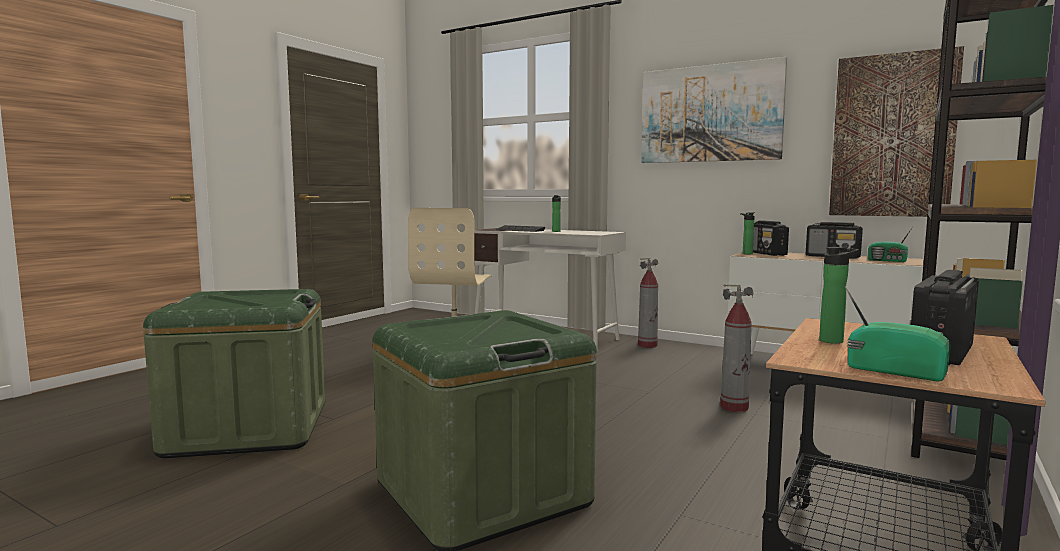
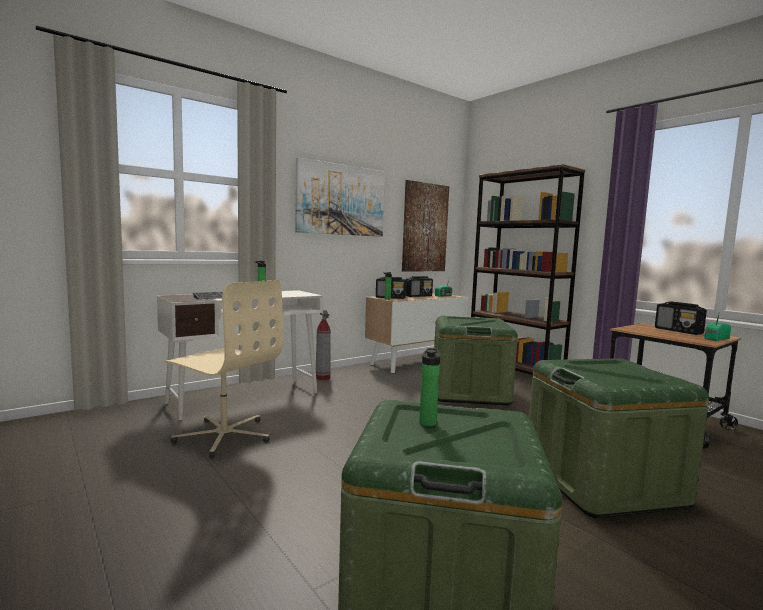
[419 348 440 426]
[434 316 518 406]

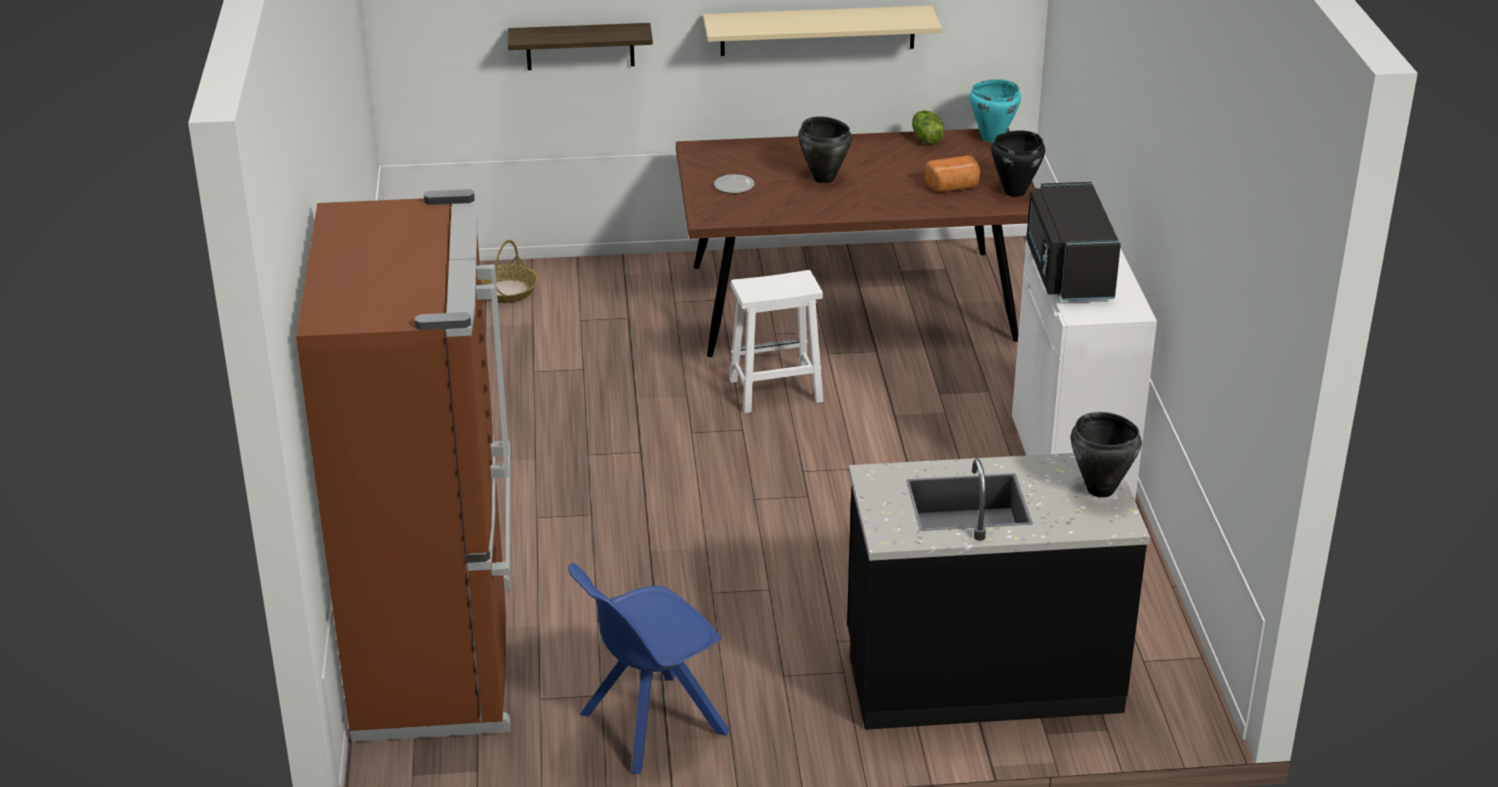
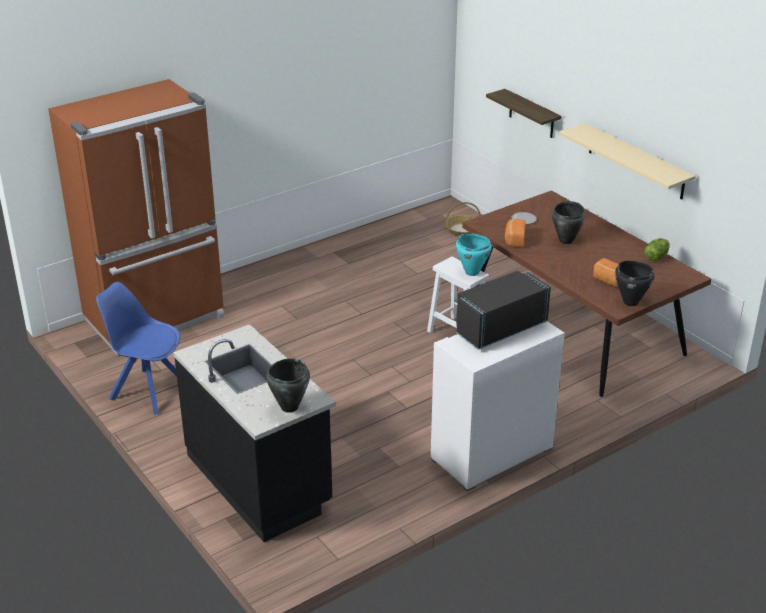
[456 233 492 276]
[505 219 526 247]

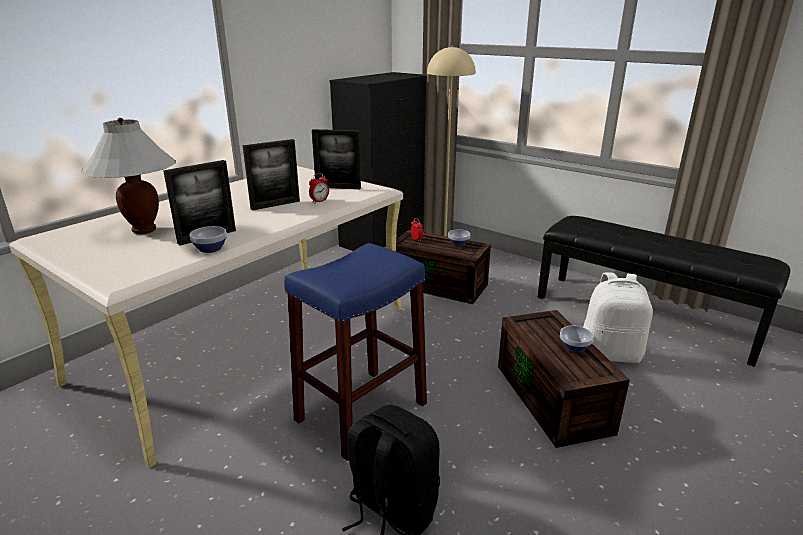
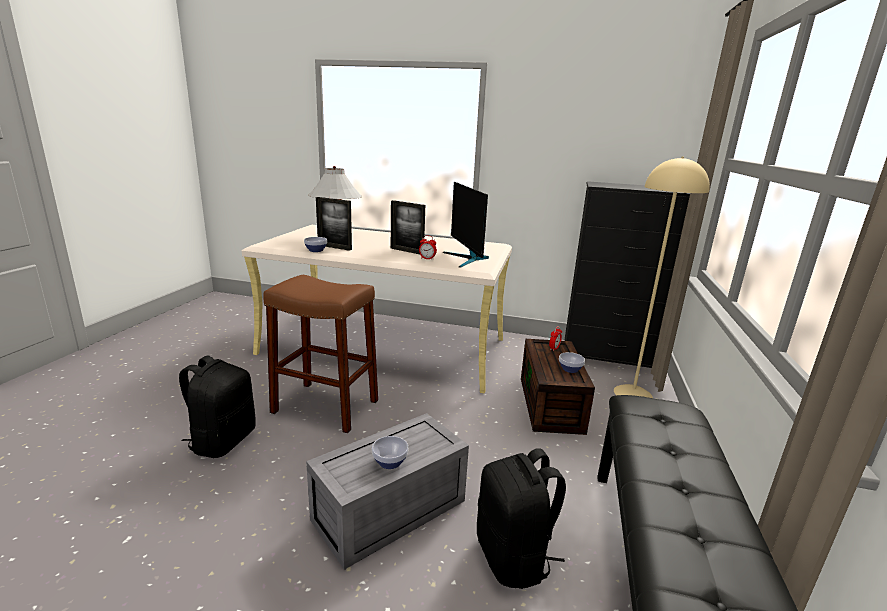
[442 182 489 267]
[263 275 378 433]
[477 448 566 589]
[306 413 469 570]

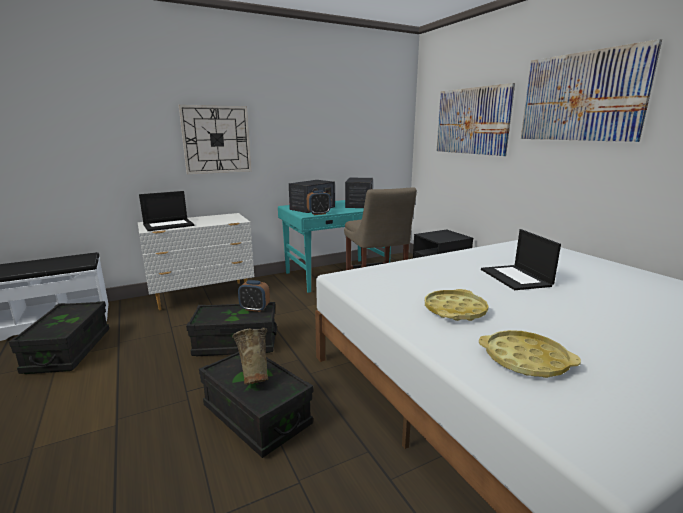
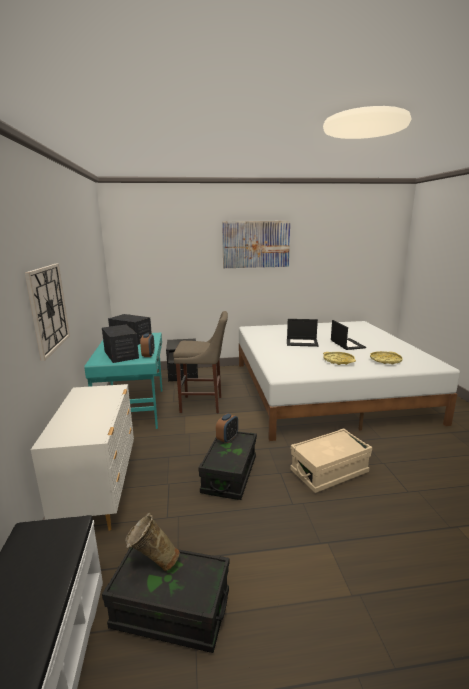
[437 83 515 156] (first image)
[331 320 366 350]
[125 513 180 571]
[291 428 372 493]

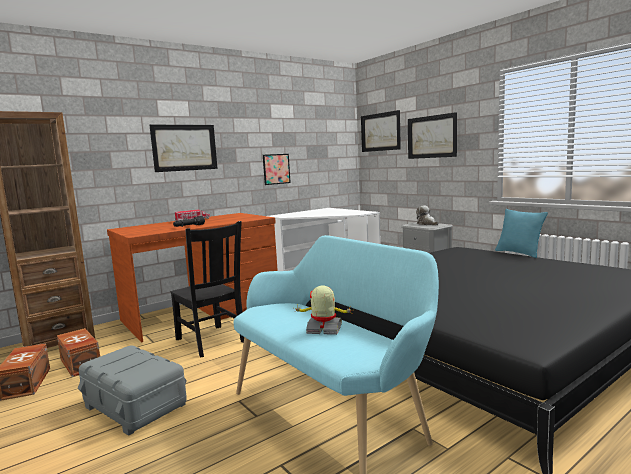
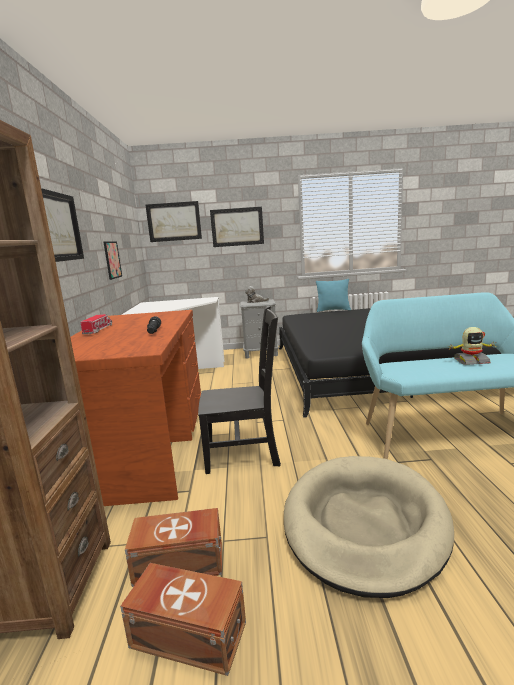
[450 327 496 365]
[284 456 454 598]

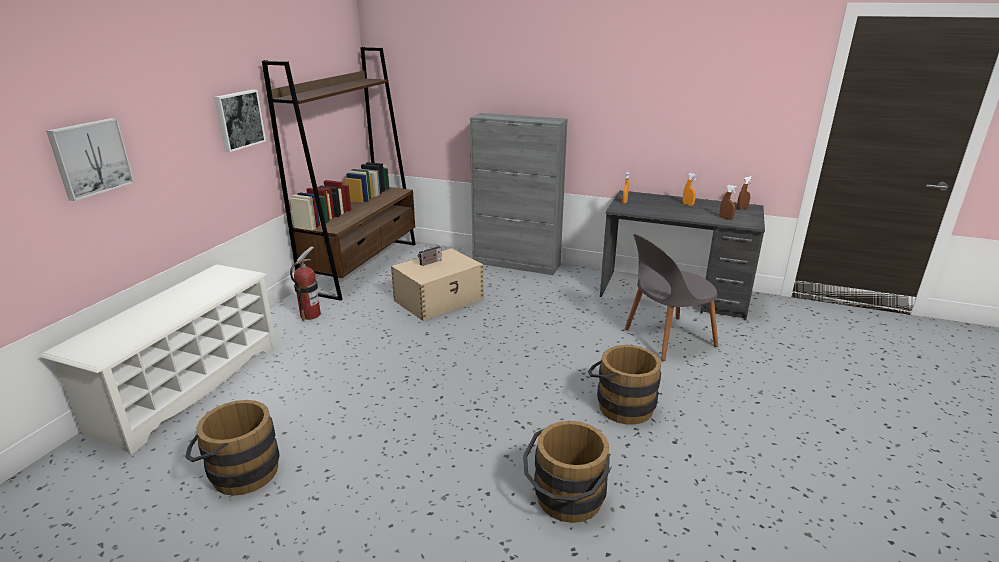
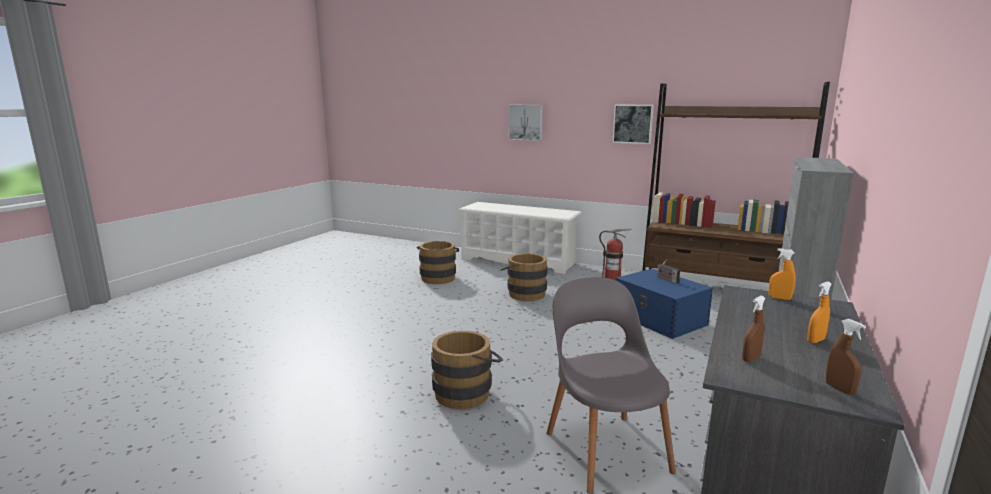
[616 269 713 339]
[501 253 548 301]

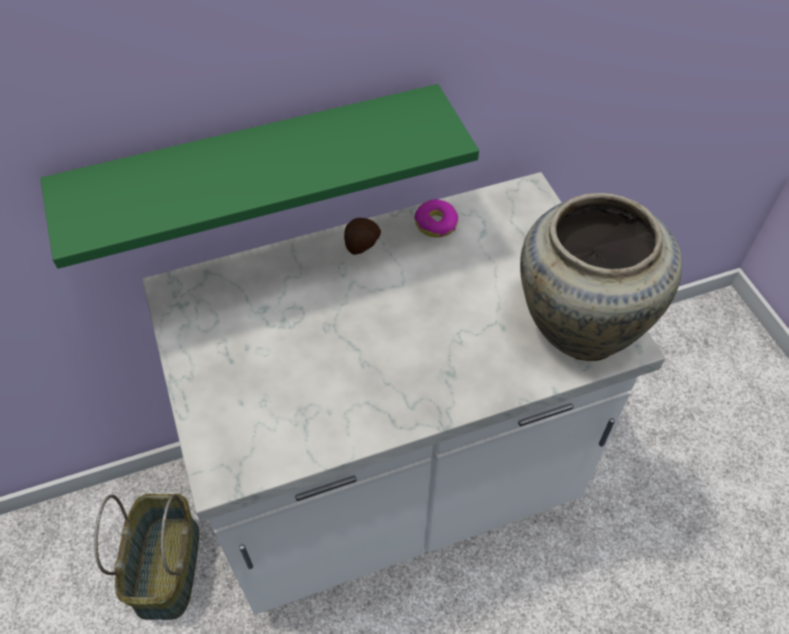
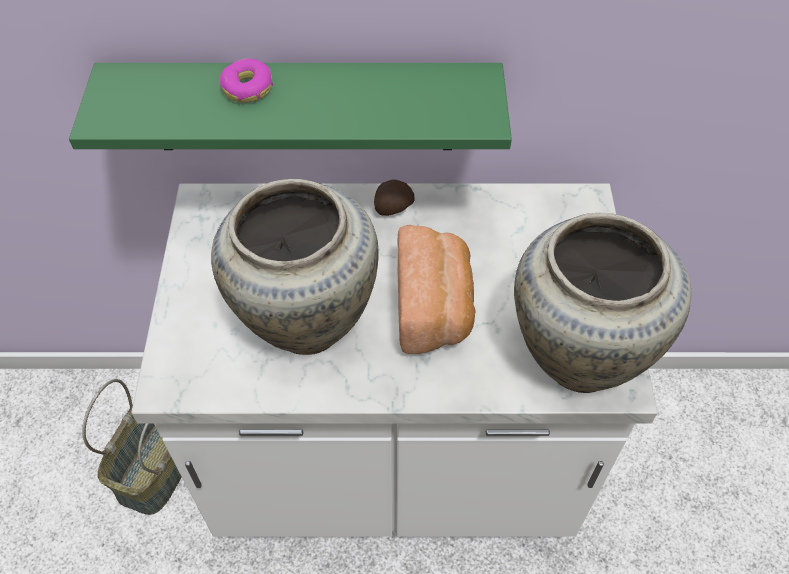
[220 59 273 102]
[211 179 379 355]
[397 225 476 354]

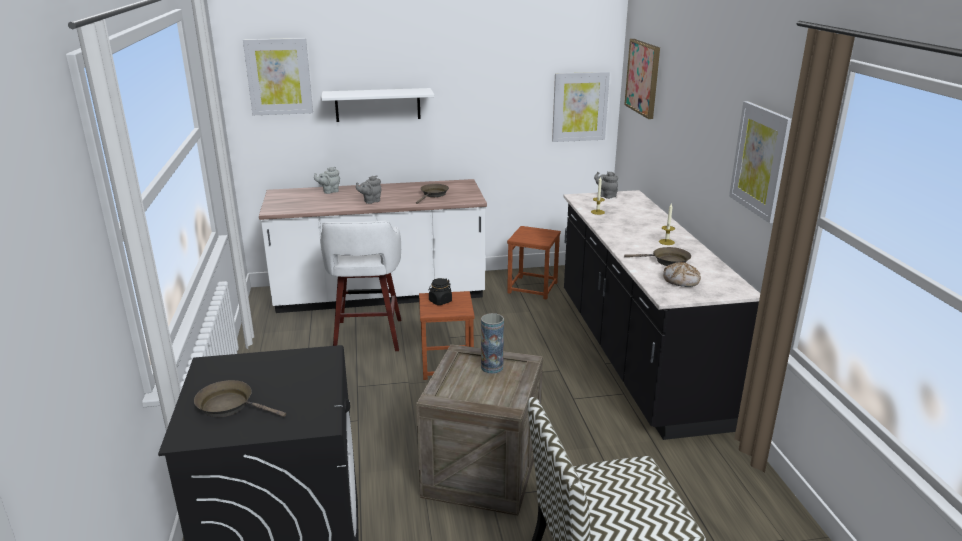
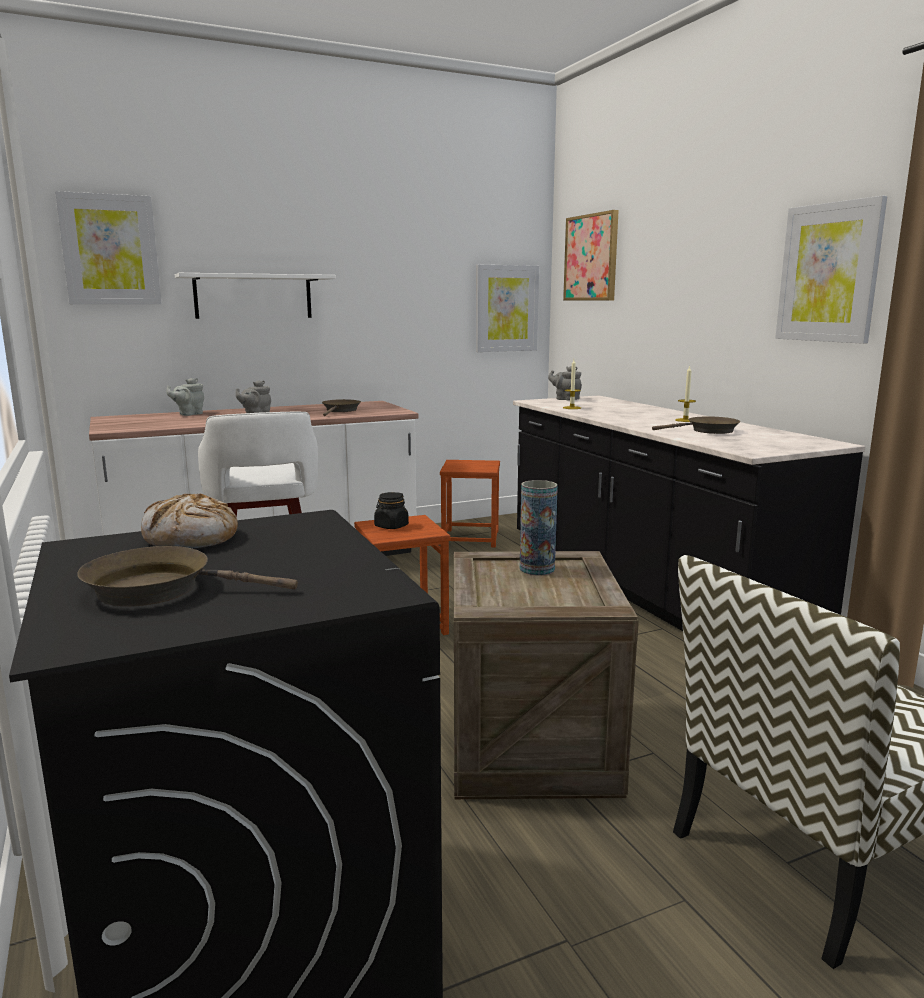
[141 494 238 549]

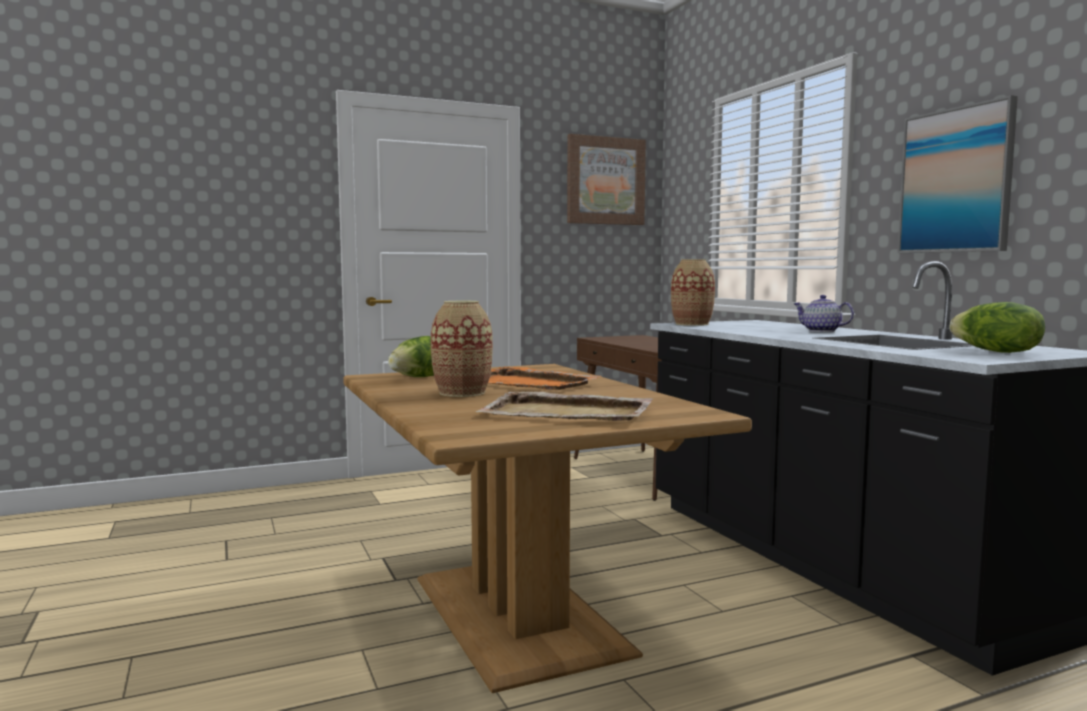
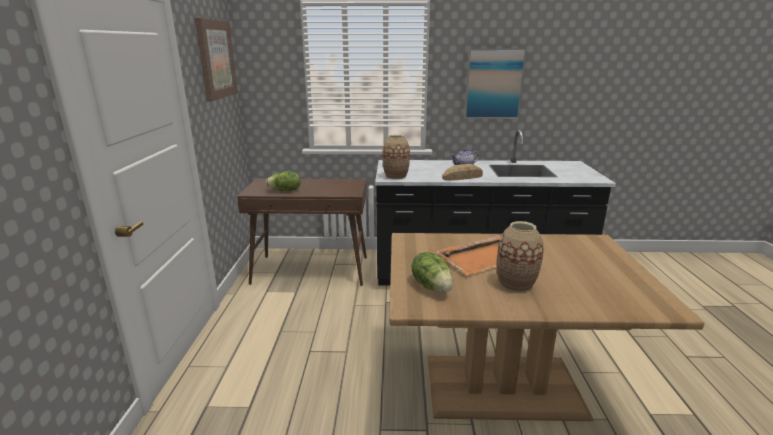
[266 171 301 191]
[476 392 653 421] (first image)
[442 164 483 180]

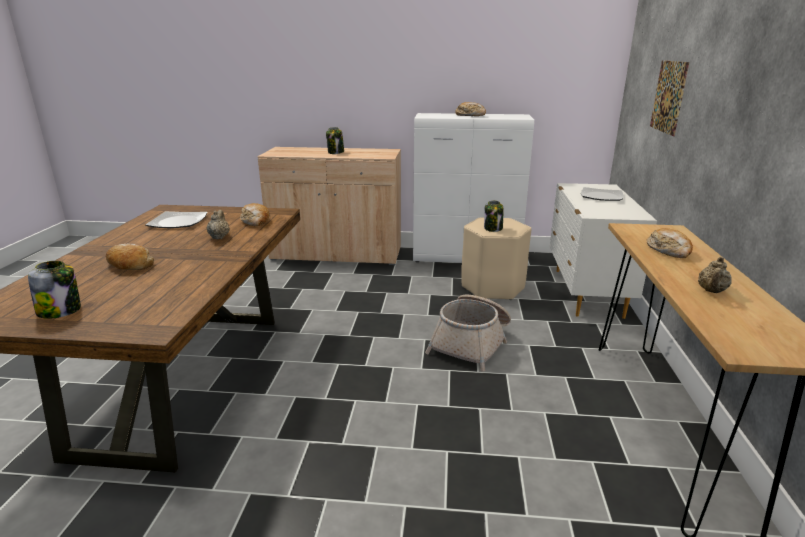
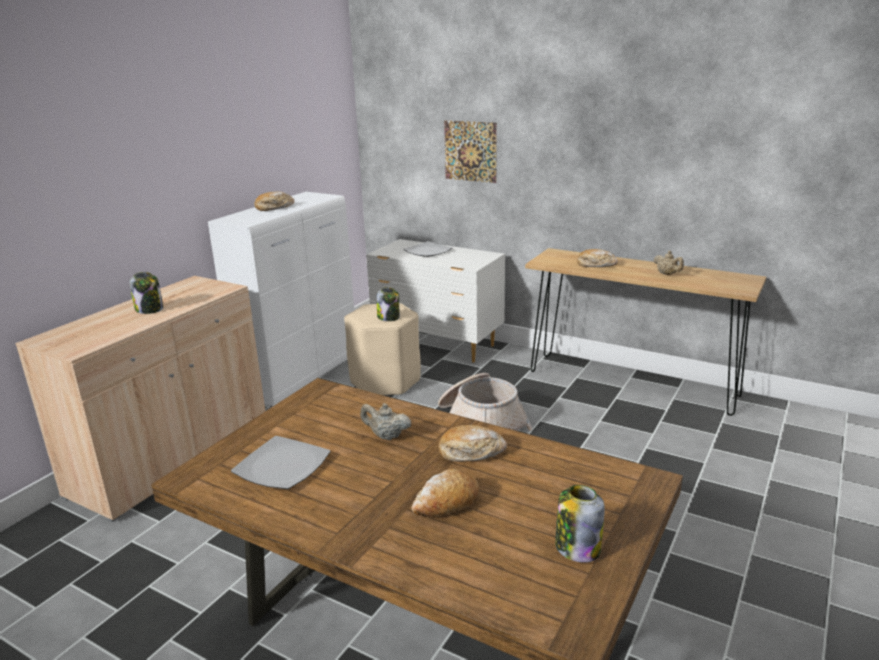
[439 425 507 462]

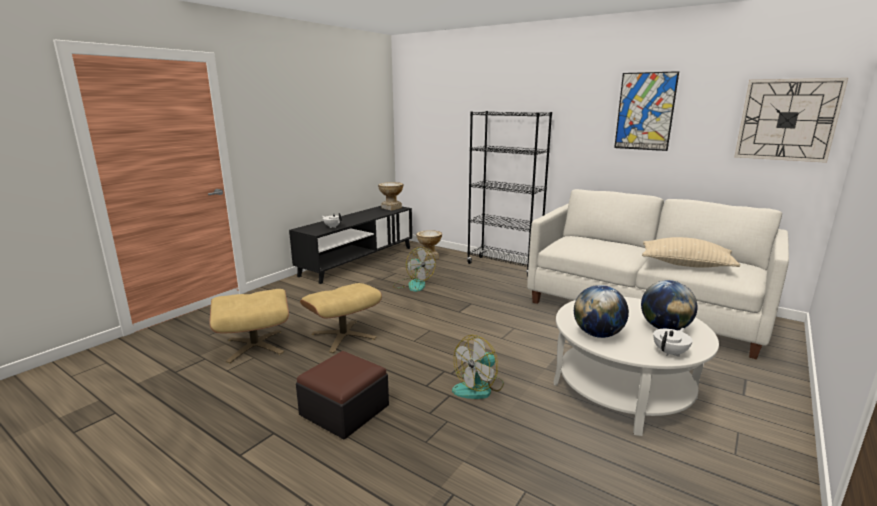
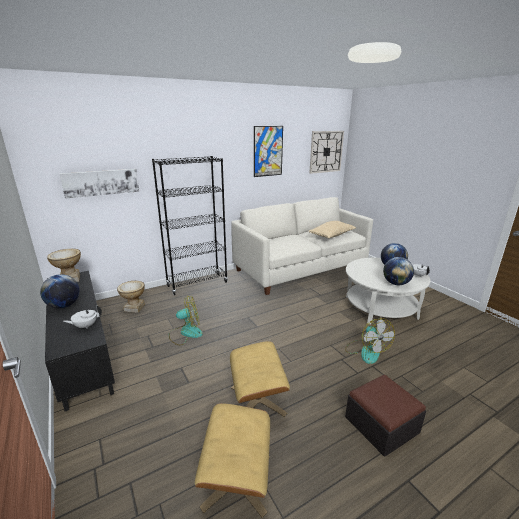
[60 169 140 199]
[40 274 80 308]

